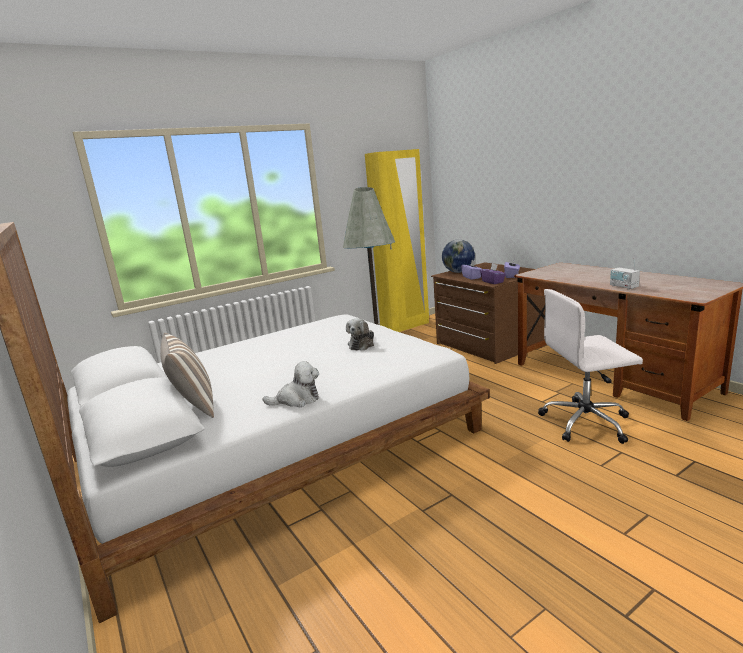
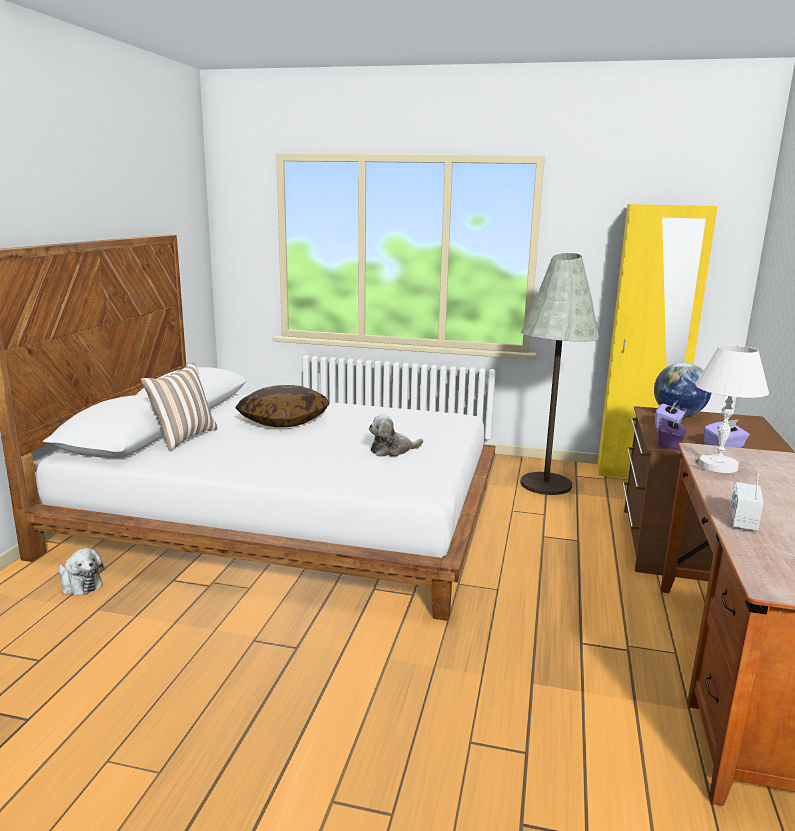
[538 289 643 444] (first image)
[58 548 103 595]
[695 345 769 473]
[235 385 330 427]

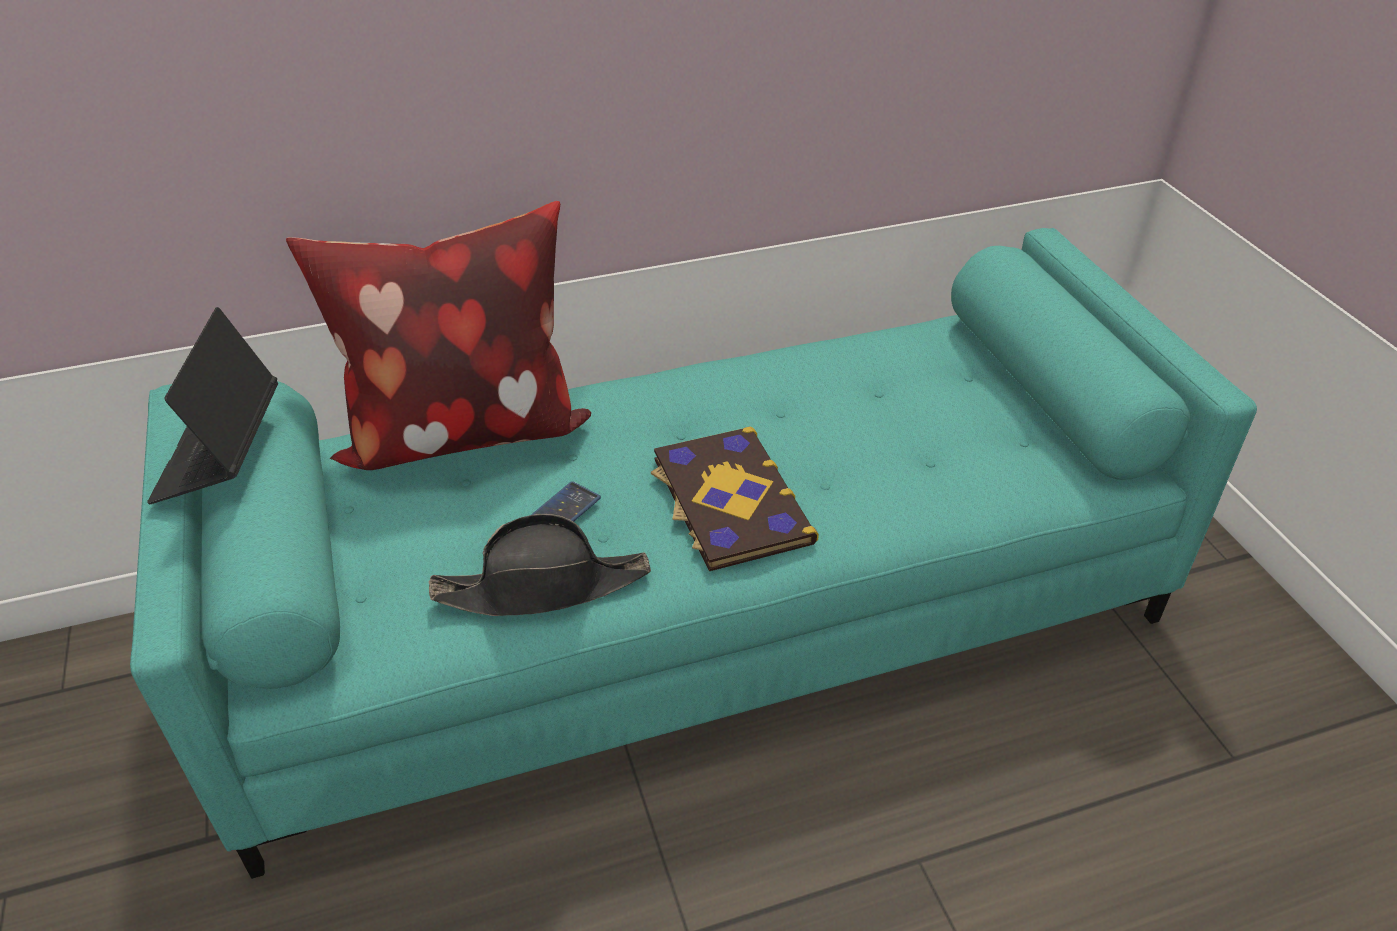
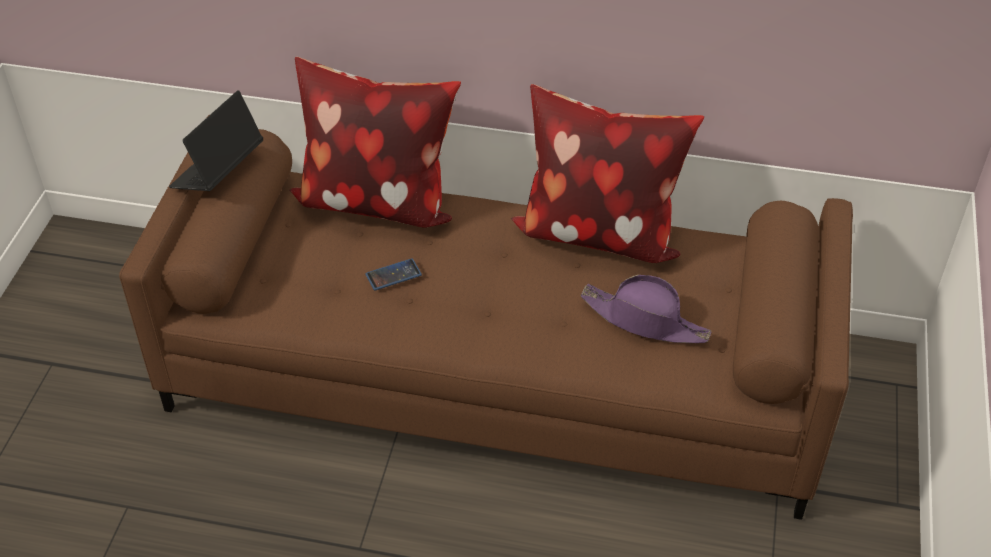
[119 115 853 520]
[651 426 819 571] (first image)
[429 514 651 616] (first image)
[510 84 704 263]
[581 275 711 343]

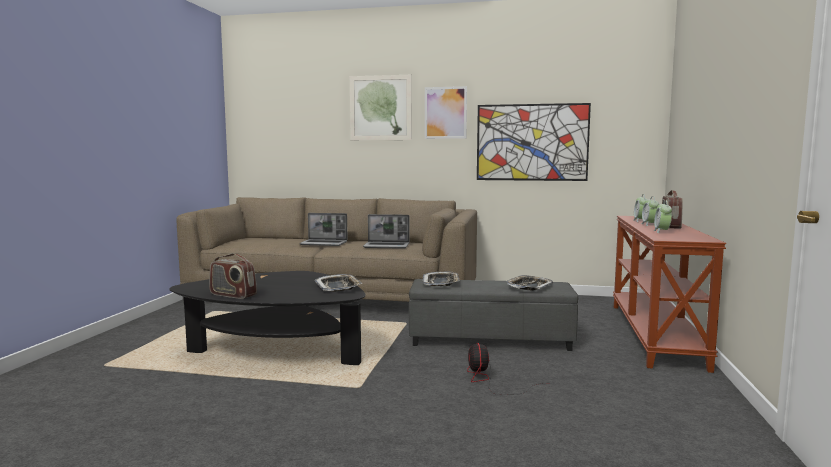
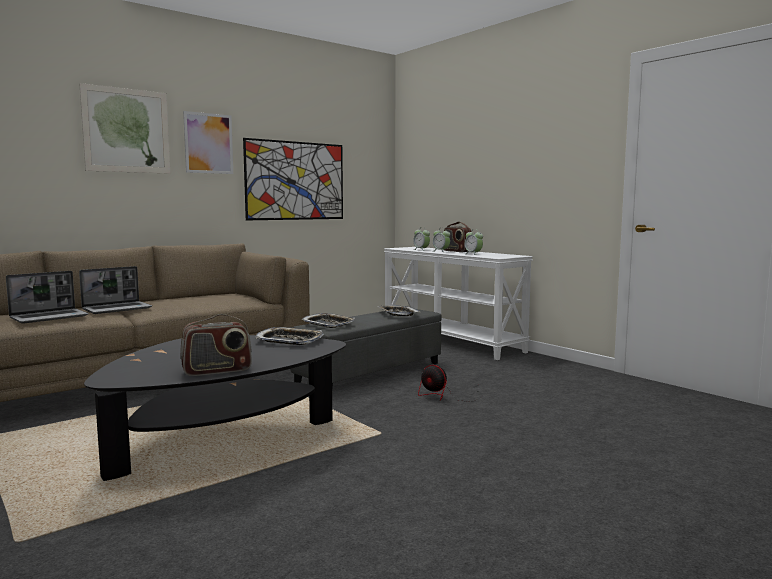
[6 271 89 324]
[384 247 533 360]

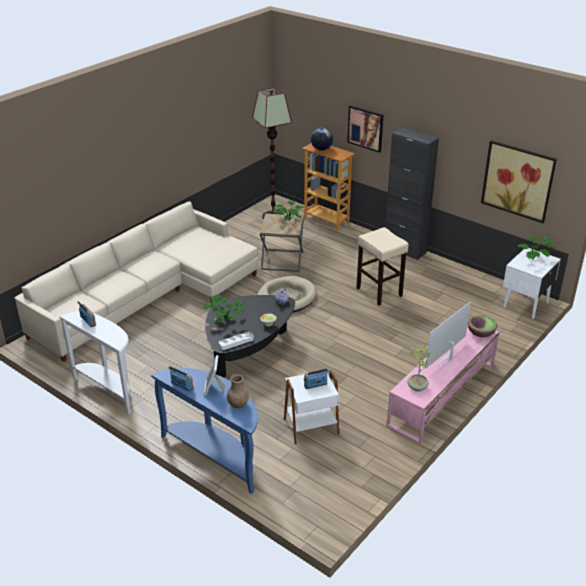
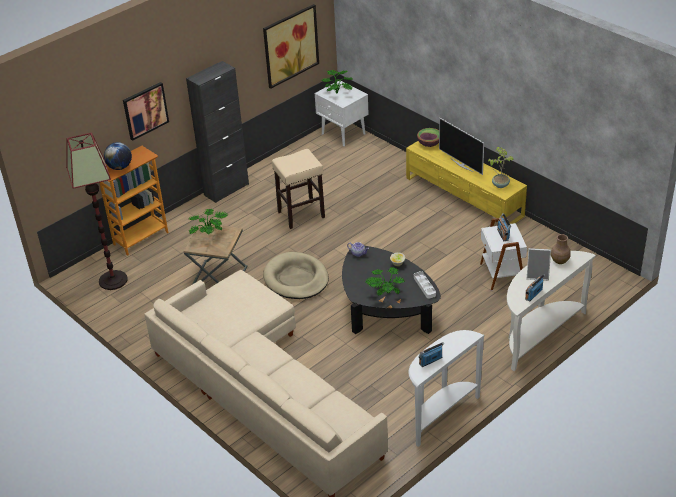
[406 141 527 224]
[507 251 596 371]

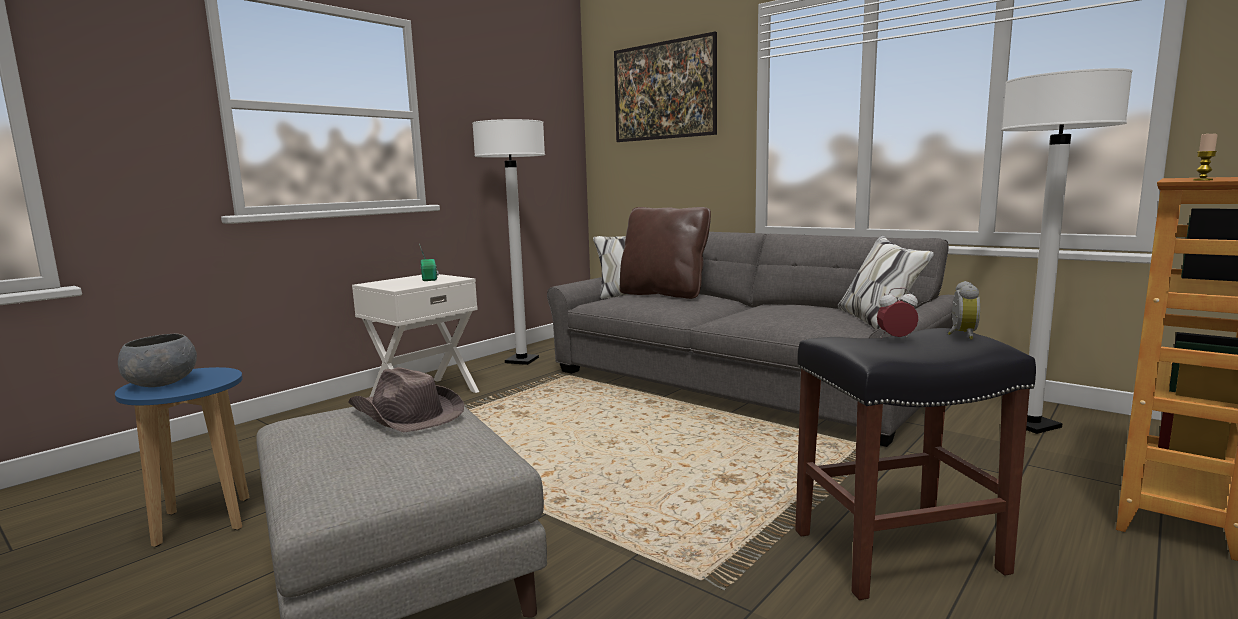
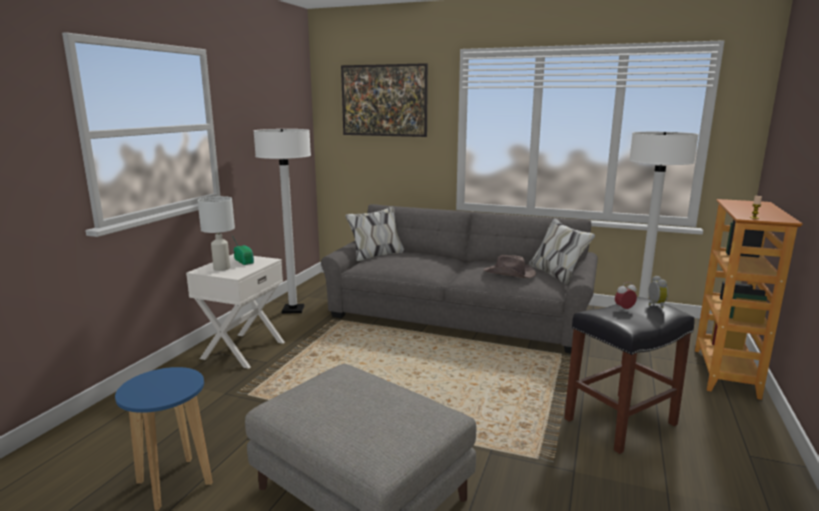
[619 207 711 299] (first image)
[118 334 197 387] (first image)
[484 255 536 278]
[198 196 235 271]

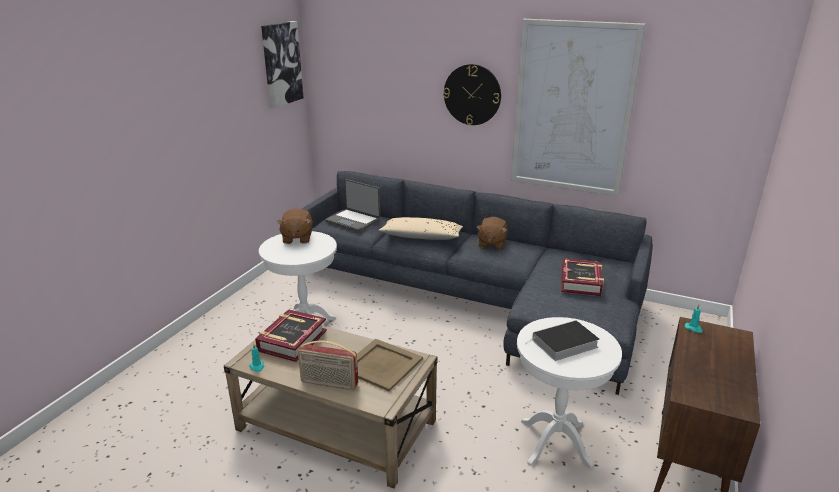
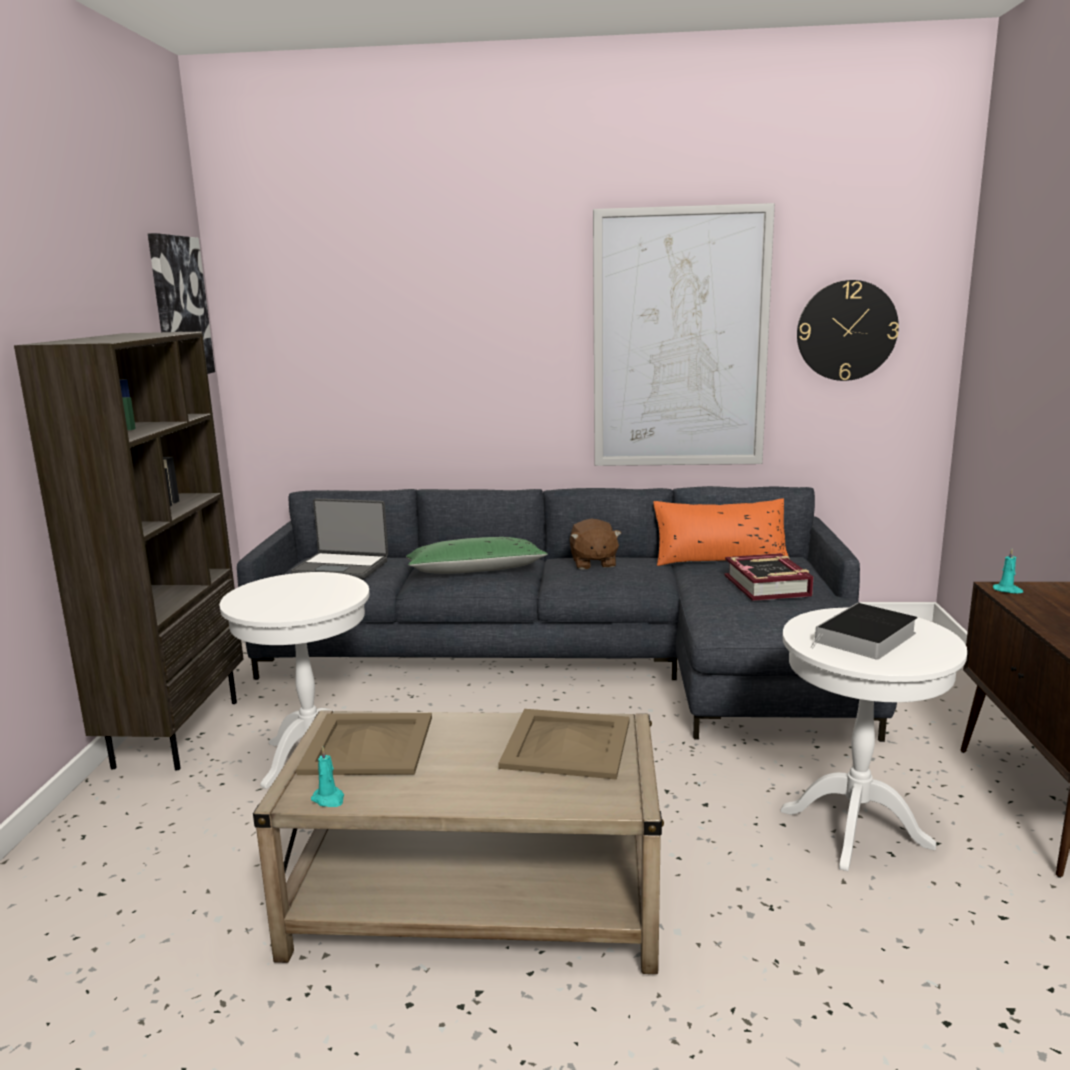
[797 280 899 381]
[277 208 312 244] (first image)
[406 537 548 574]
[296 713 432 775]
[298 341 358 390] (first image)
[14 331 244 771]
[653 498 789 566]

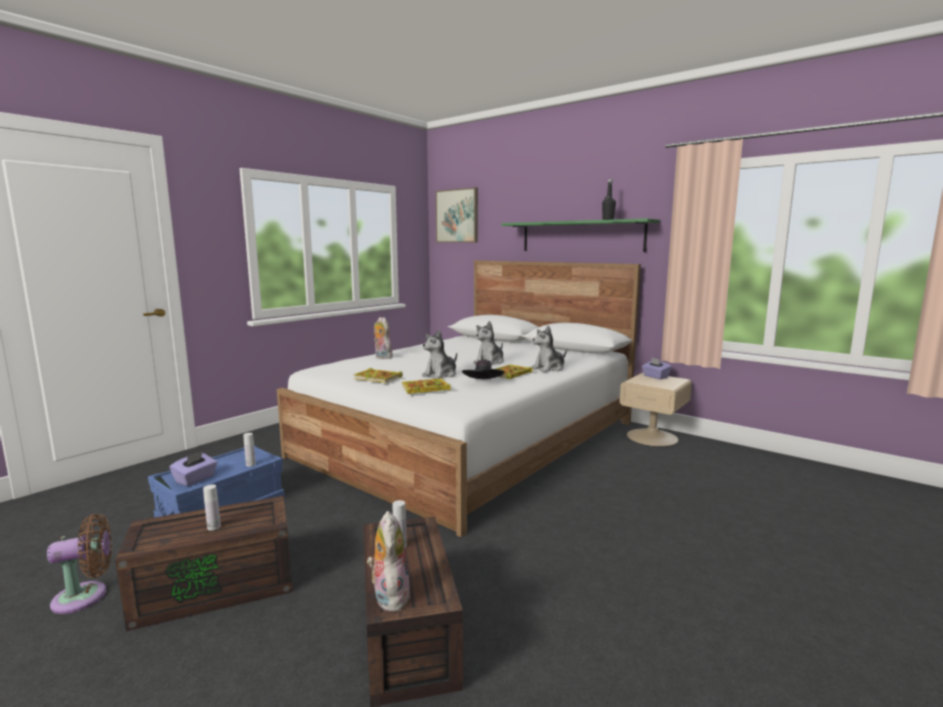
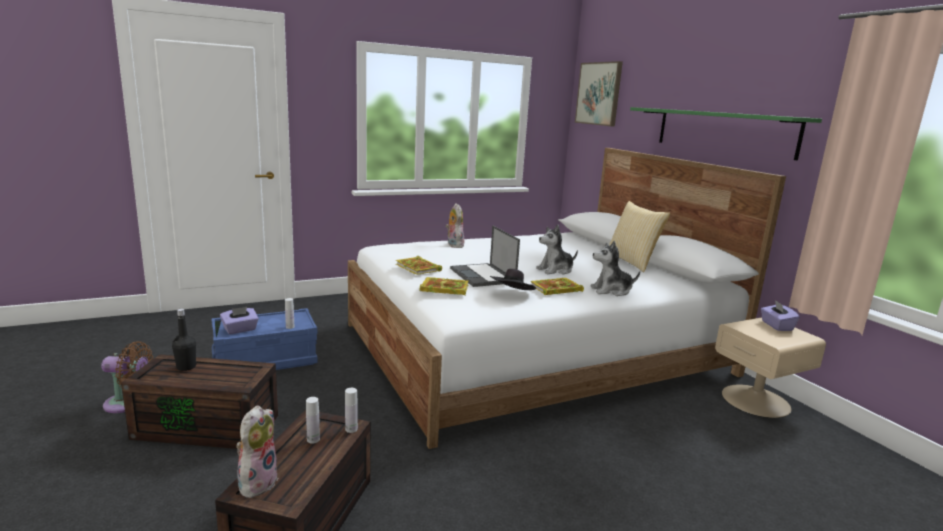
[172 309 197 371]
[450 225 520 287]
[345 388 358 433]
[609 201 670 272]

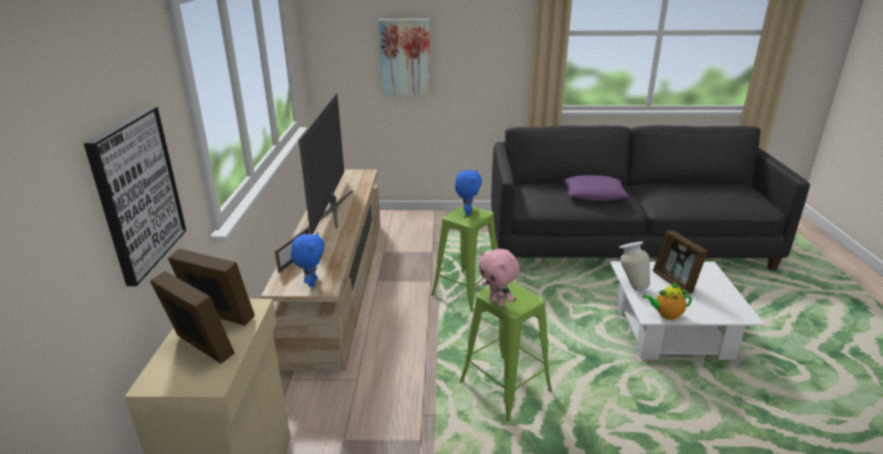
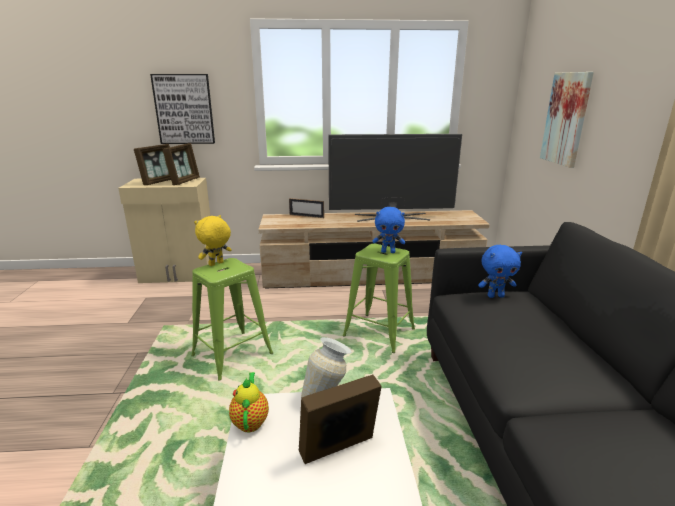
[563 175 629 201] (first image)
[478 245 522 298]
[194 215 232 266]

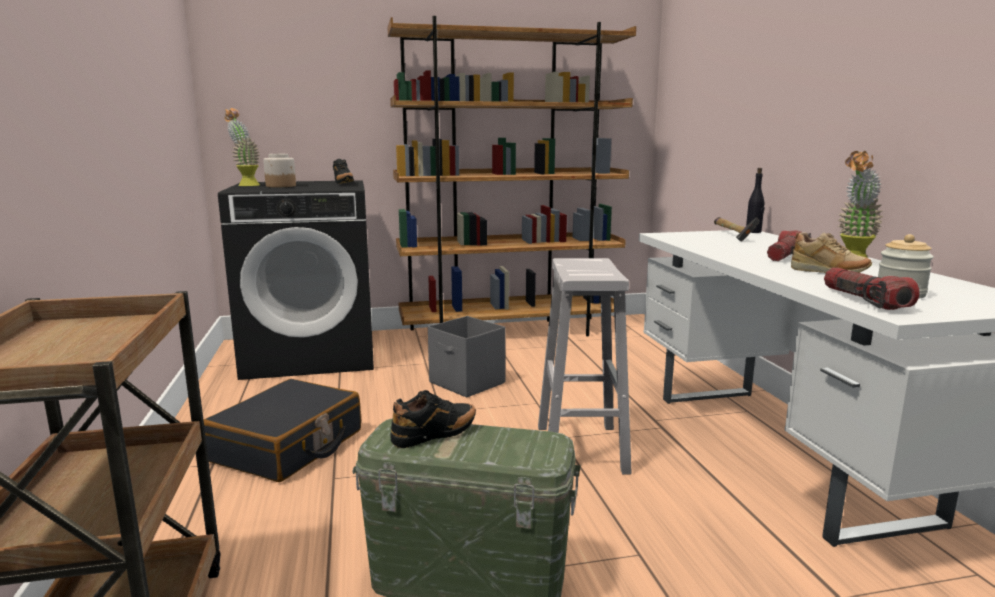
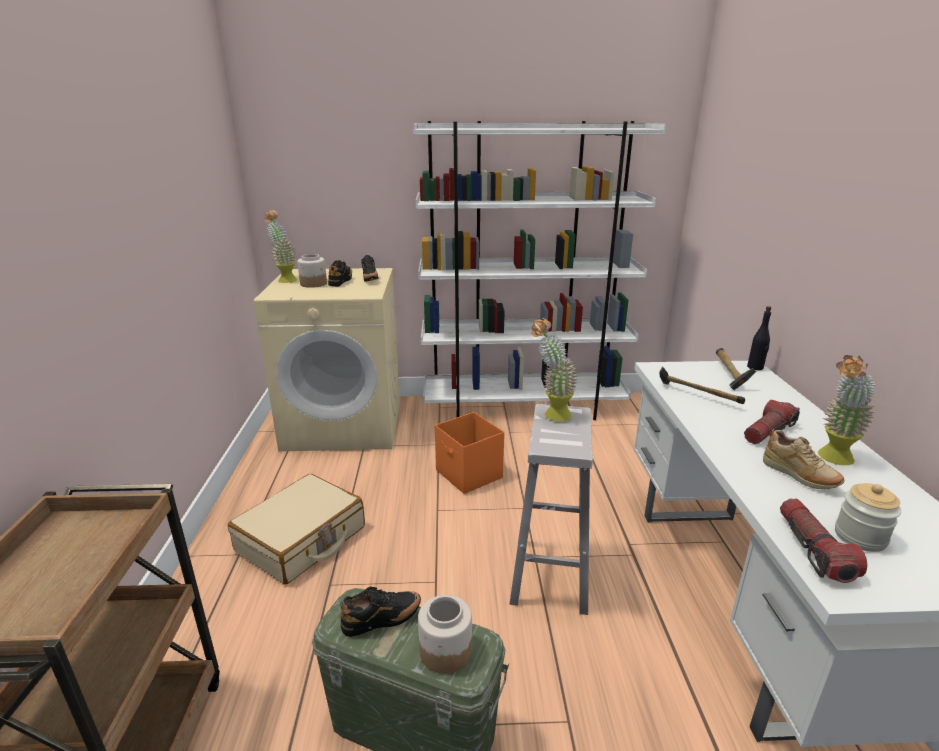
[413 121 666 420]
[254 268 400 451]
[435 412 504 494]
[228 474 365 585]
[328 260 352 287]
[531 318 578 421]
[660 367 745 404]
[418 595 472 674]

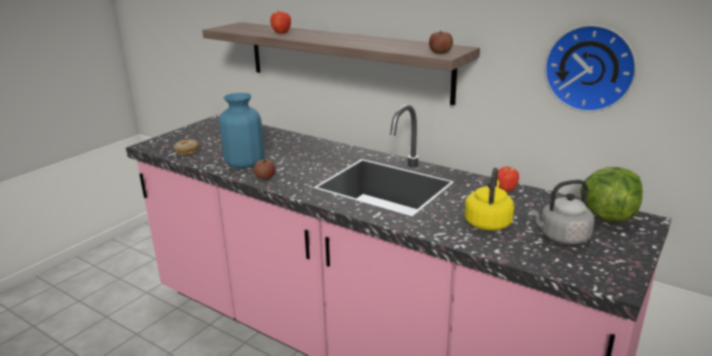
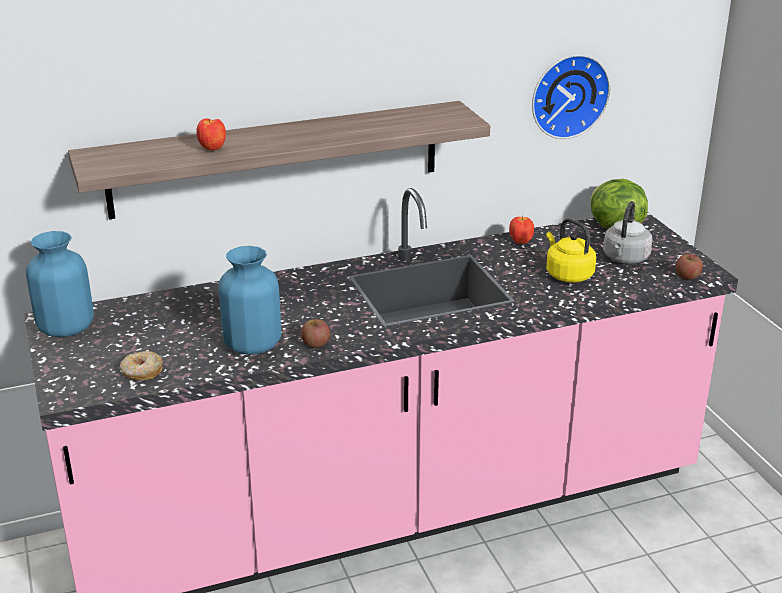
[675 254 703 280]
[26 231 94 337]

